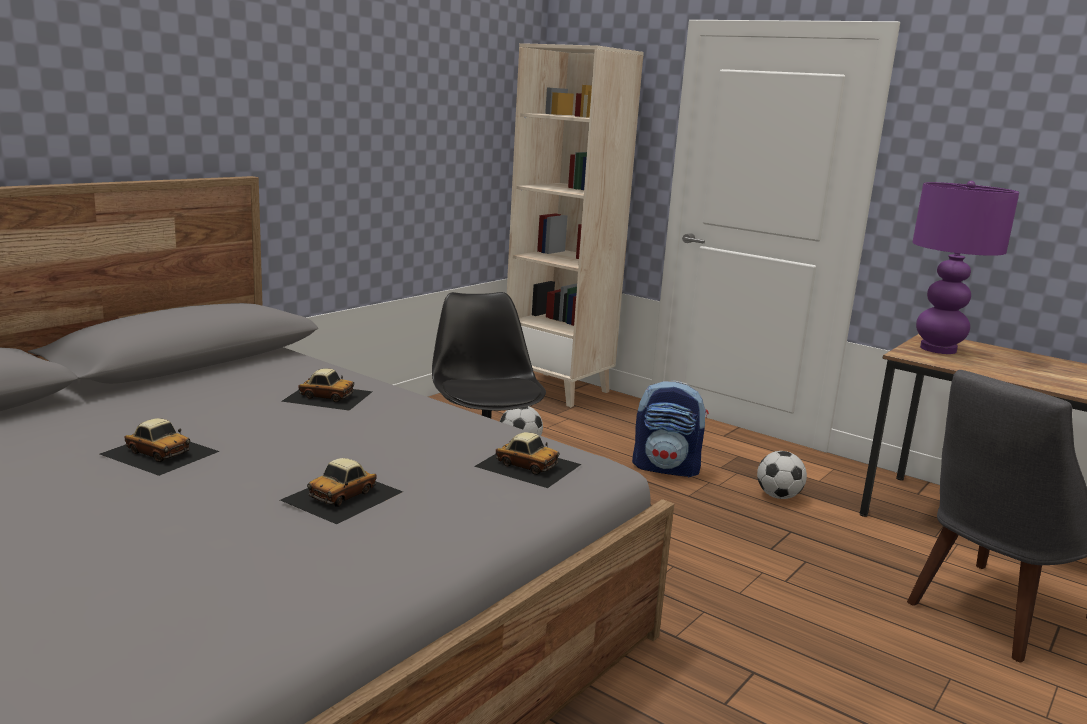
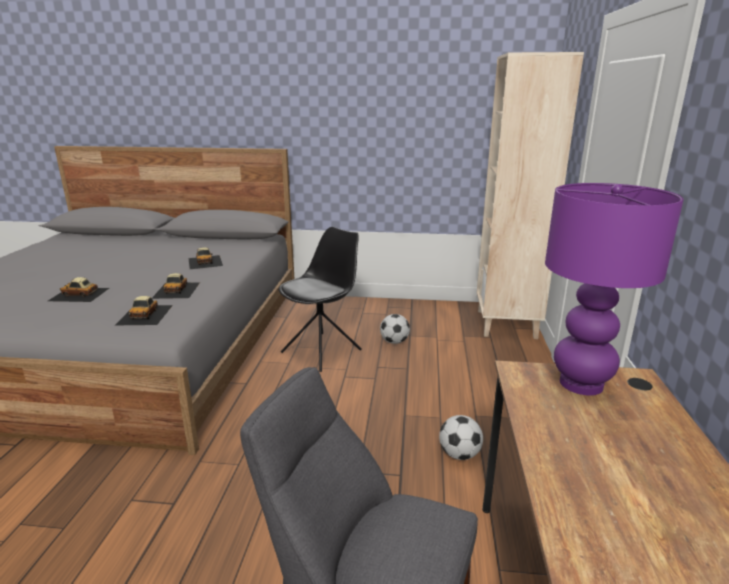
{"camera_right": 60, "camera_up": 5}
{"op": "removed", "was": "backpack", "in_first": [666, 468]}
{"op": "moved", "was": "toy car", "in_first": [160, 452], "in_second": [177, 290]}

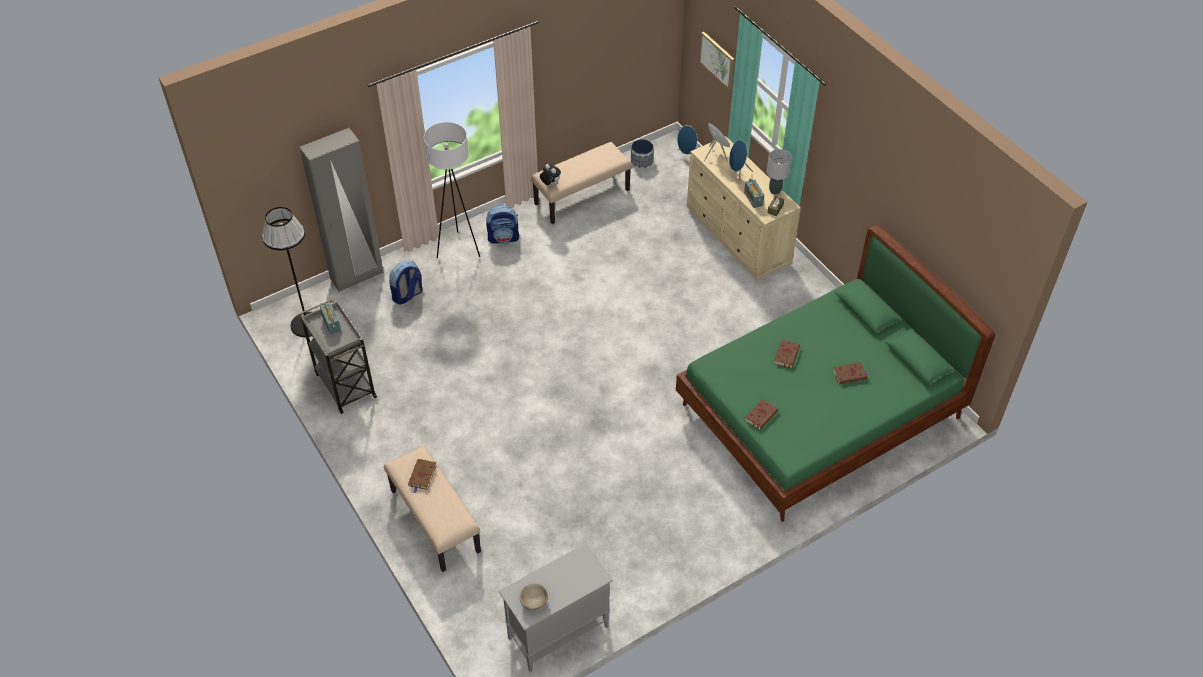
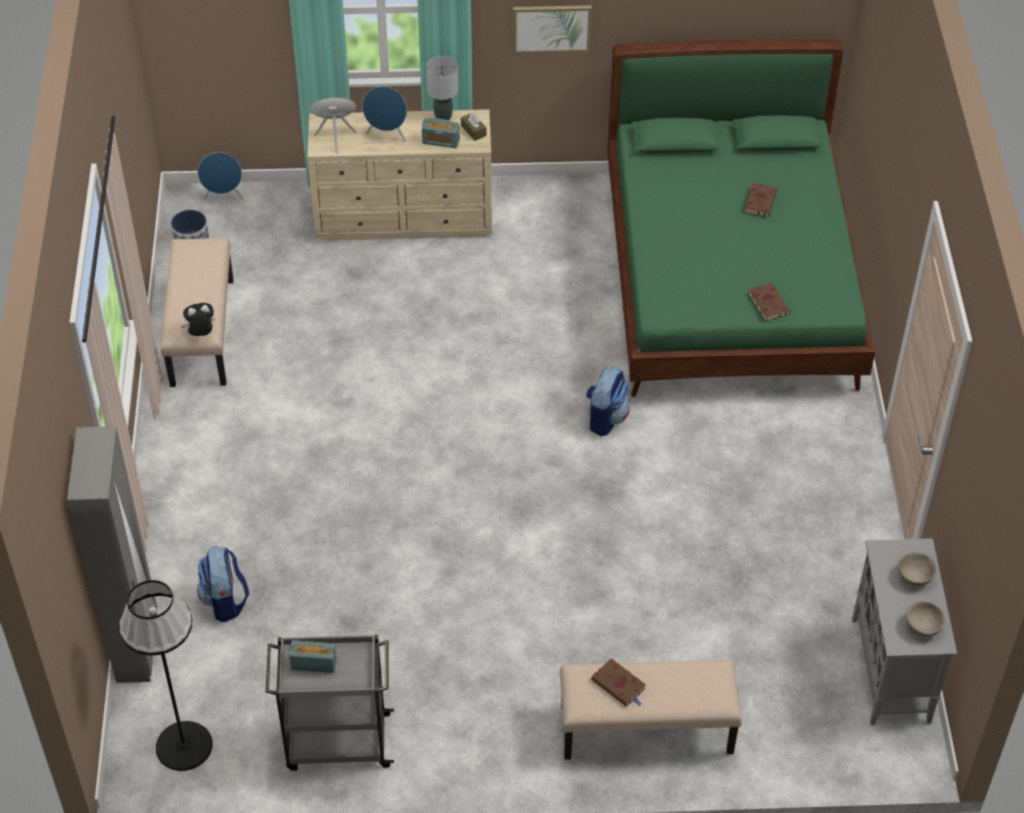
{"camera_right": -60, "camera_up": 0}
{"op": "moved", "was": "picture", "in_first": [717, 60], "in_second": [551, 28]}
{"op": "removed", "was": "white floor lamp", "in_first": [458, 249]}
{"op": "moved", "was": "backpack", "in_first": [503, 238], "in_second": [605, 418]}
{"op": "removed", "was": "brown book", "in_first": [786, 354]}
{"op": "added", "now": "beige bowl", "in_second": [915, 577]}

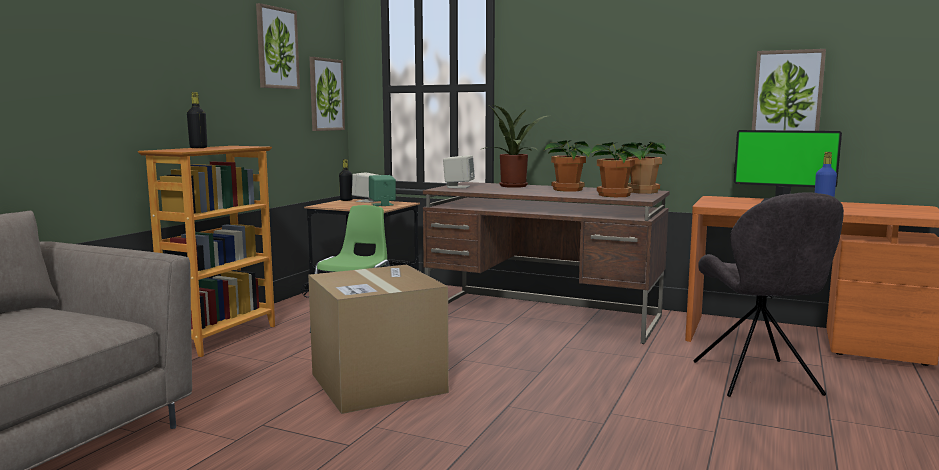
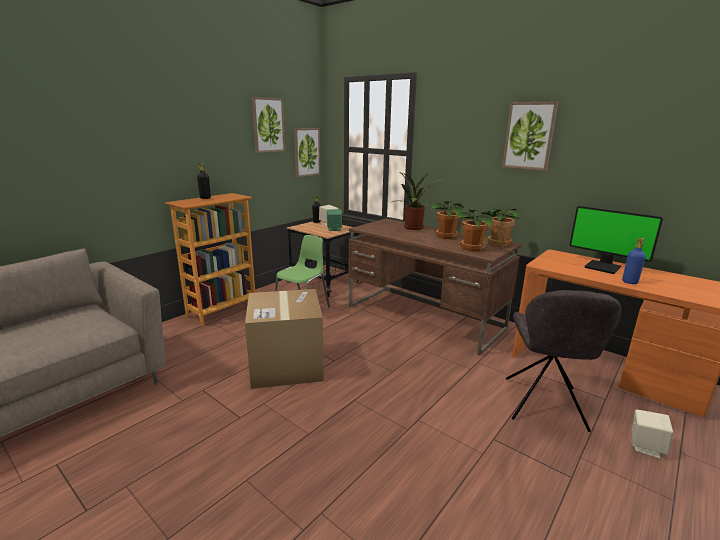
{"camera_right": 15, "camera_up": 10}
{"op": "moved", "was": "picture", "in_first": [787, 95], "in_second": [529, 136]}
{"op": "moved", "was": "beige speaker", "in_first": [458, 187], "in_second": [645, 447]}

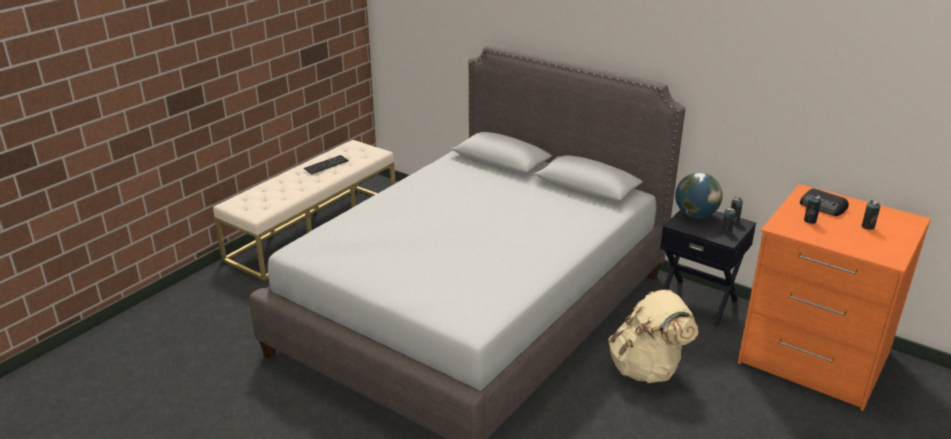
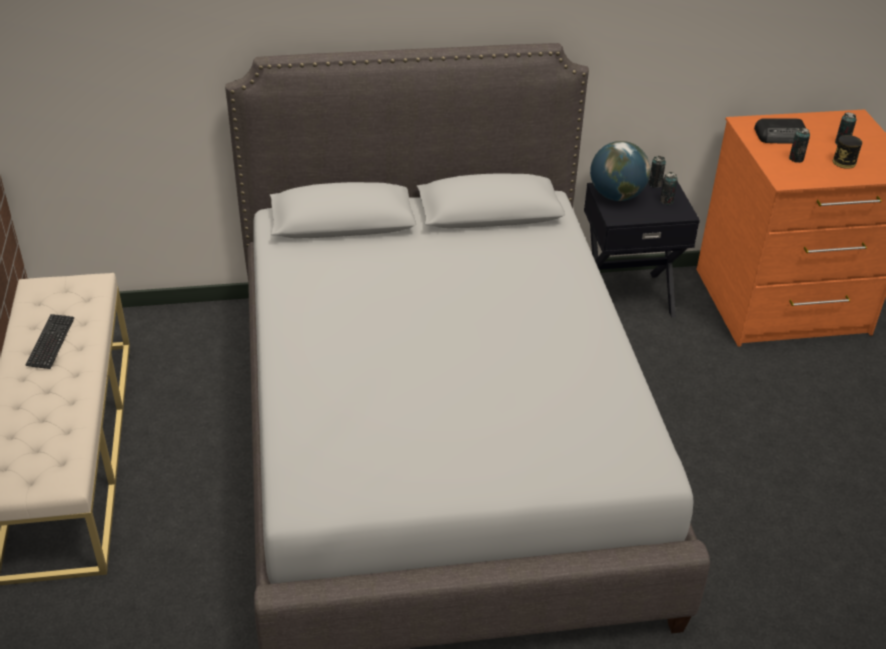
{"camera_right": -45, "camera_up": 10}
{"op": "removed", "was": "beige backpack", "in_first": [647, 368]}
{"op": "added", "now": "can", "in_second": [844, 162]}

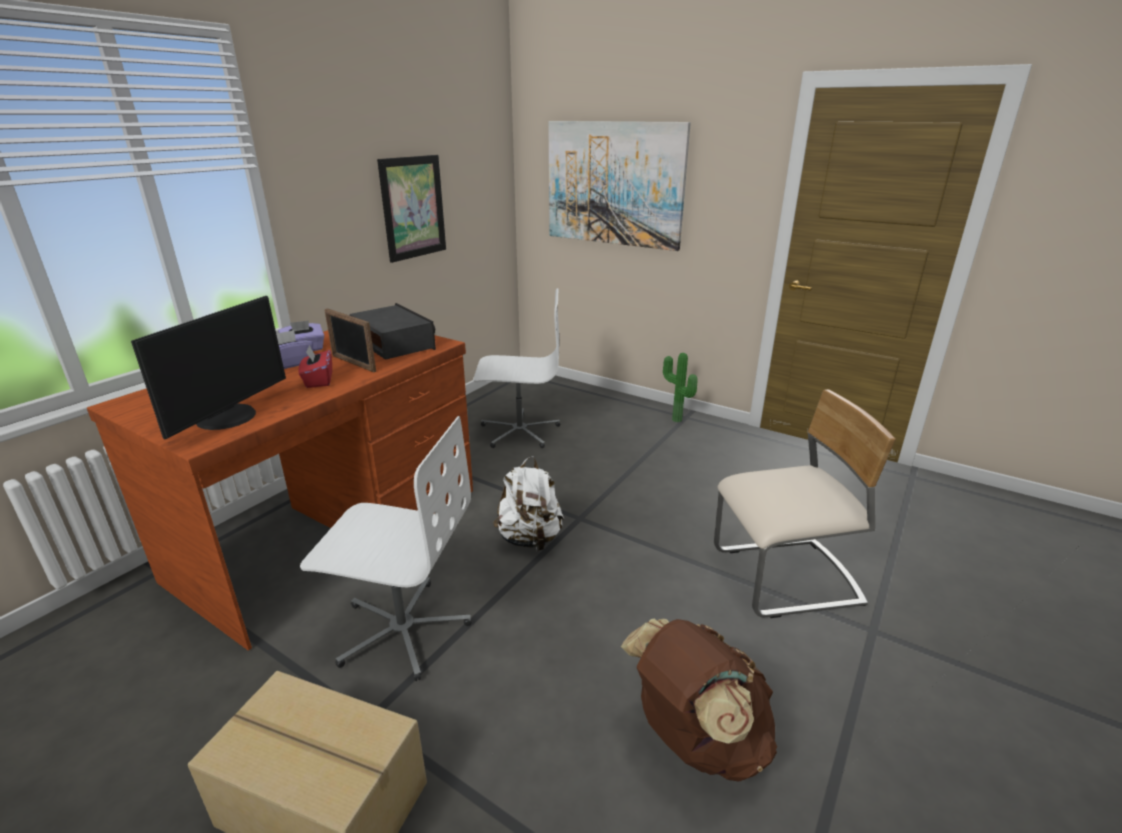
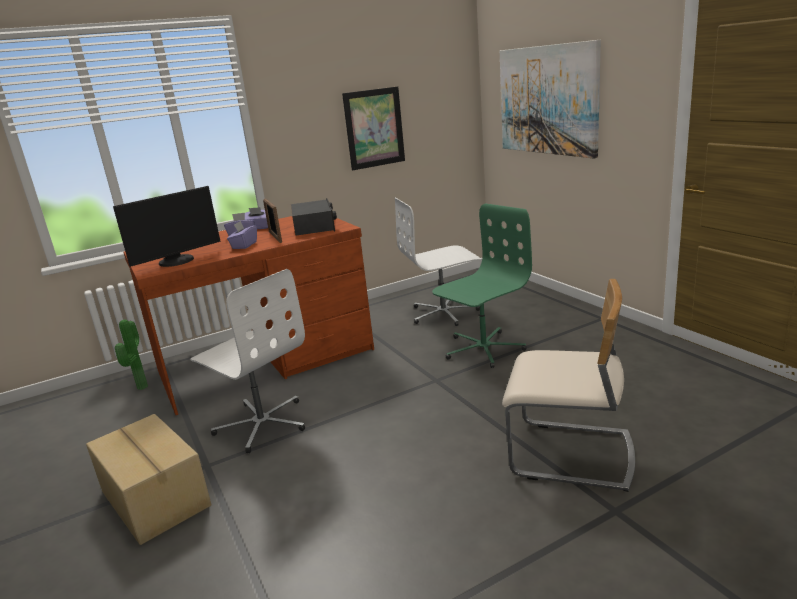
{"camera_right": 30, "camera_up": -5}
{"op": "turned", "was": "white office chair", "in_first": [519, 431], "in_second": [444, 313], "clockwise": 135}
{"op": "recoloured", "was": "red tissue box", "now": "purple tissue box", "in_first": [318, 380], "in_second": [244, 245]}
{"op": "moved", "was": "potted plant", "in_first": [675, 420], "in_second": [140, 387]}
{"op": "removed", "was": "white backpack", "in_first": [530, 539]}
{"op": "removed", "was": "brown backpack", "in_first": [695, 739]}
{"op": "added", "now": "green office chair", "in_second": [483, 349]}

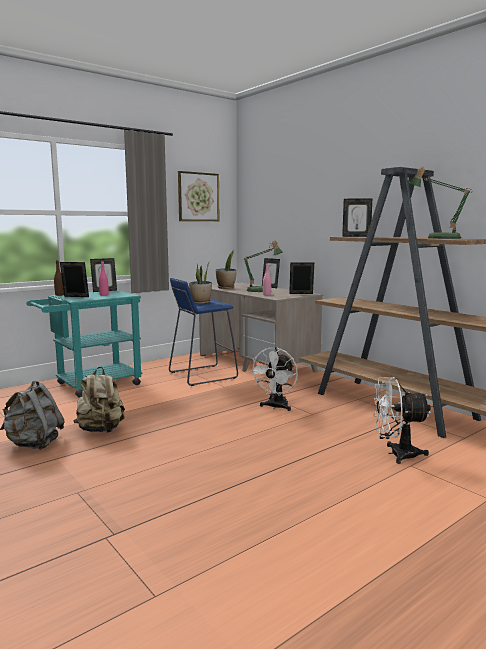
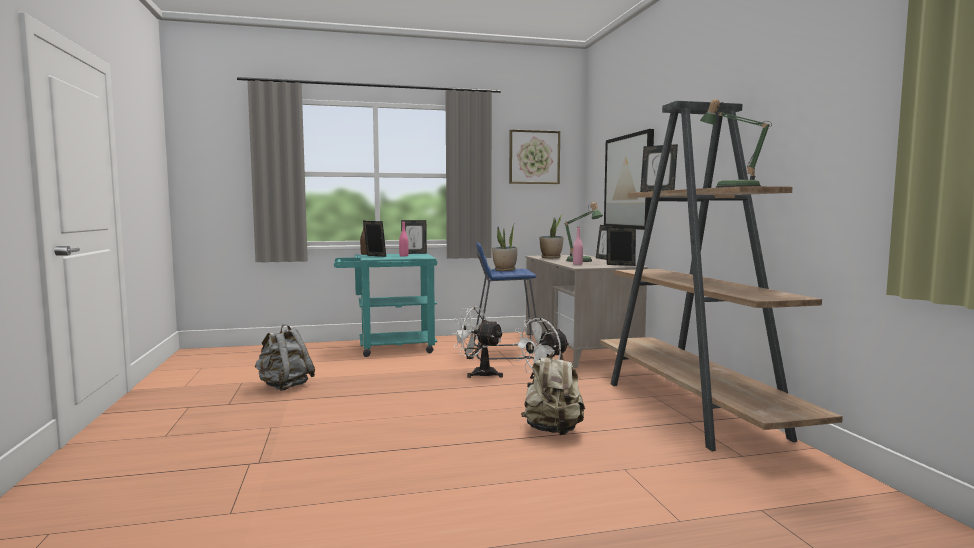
{"camera_right": 25, "camera_up": -5}
{"op": "moved", "was": "beige backpack", "in_first": [101, 430], "in_second": [553, 431]}
{"op": "moved", "was": "white fan", "in_first": [396, 454], "in_second": [479, 373]}
{"op": "added", "now": "picture", "in_second": [629, 182]}

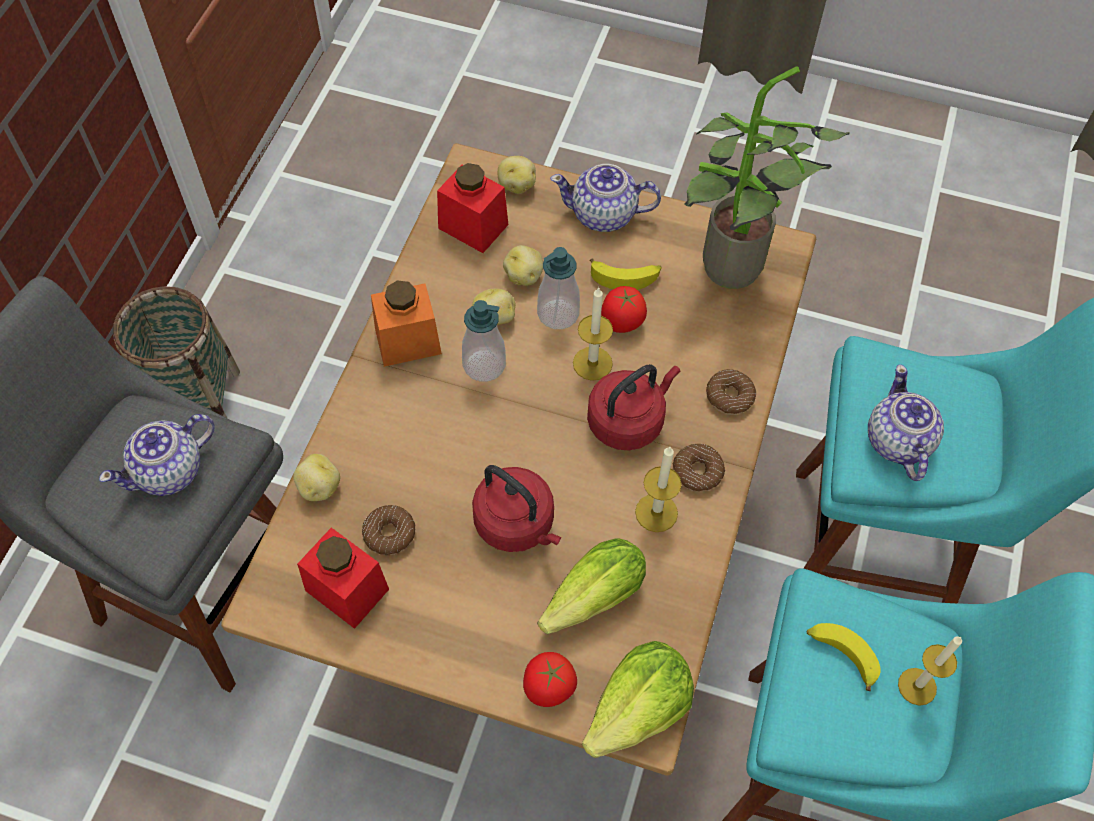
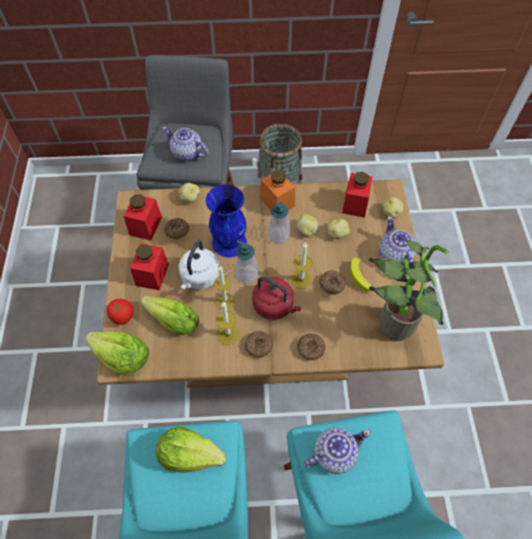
{"camera_right": 70, "camera_up": 0}
{"op": "moved", "was": "soap dispenser", "in_first": [558, 313], "in_second": [246, 274]}
{"op": "replaced", "was": "tomato", "now": "donut", "in_first": [622, 322], "in_second": [331, 284]}
{"op": "recoloured", "was": "red kettle", "now": "white kettle", "in_first": [517, 524], "in_second": [199, 277]}
{"op": "replaced", "was": "banana", "now": "lettuce", "in_first": [841, 656], "in_second": [190, 454]}
{"op": "moved", "was": "candle", "in_first": [917, 686], "in_second": [225, 301]}
{"op": "added", "now": "blue vase", "in_second": [230, 242]}
{"op": "added", "now": "red jar", "in_second": [152, 274]}

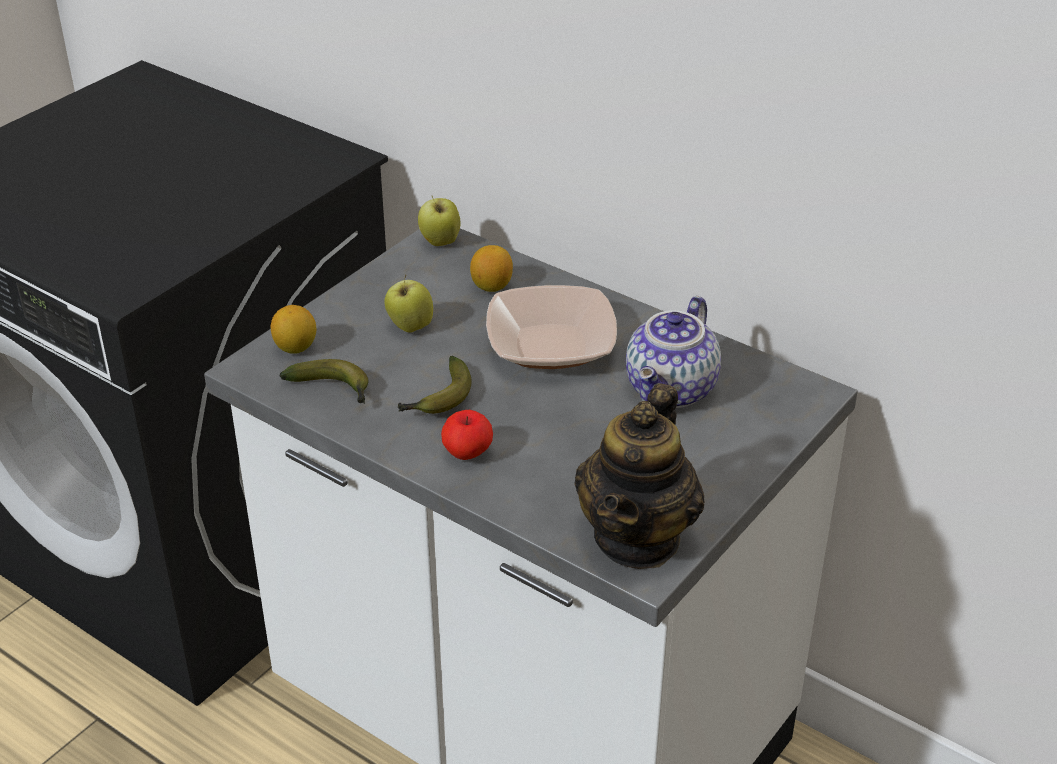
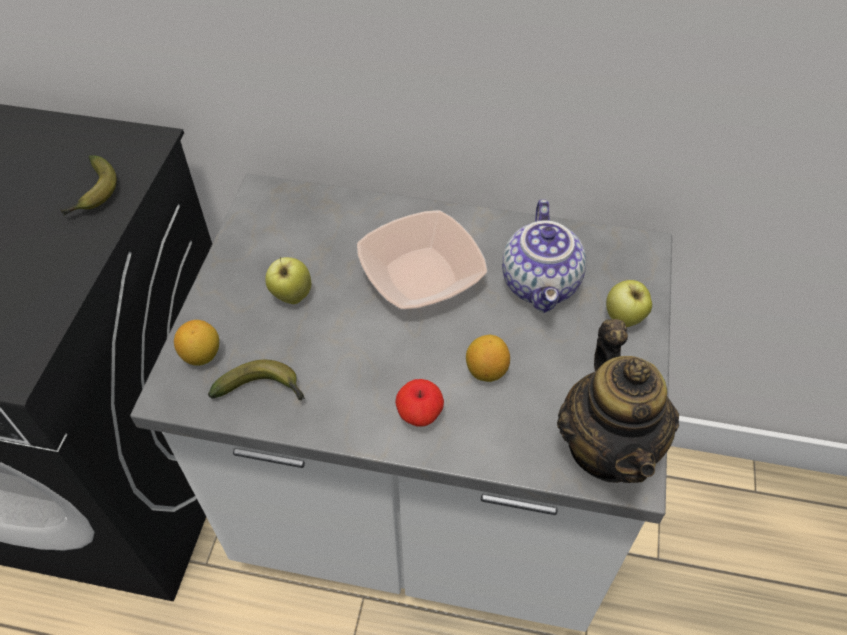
{"camera_right": -25, "camera_up": 15}
{"op": "moved", "was": "apple", "in_first": [440, 242], "in_second": [623, 319]}
{"op": "moved", "was": "lemon", "in_first": [491, 286], "in_second": [486, 370]}
{"op": "moved", "was": "banana", "in_first": [438, 399], "in_second": [93, 194]}

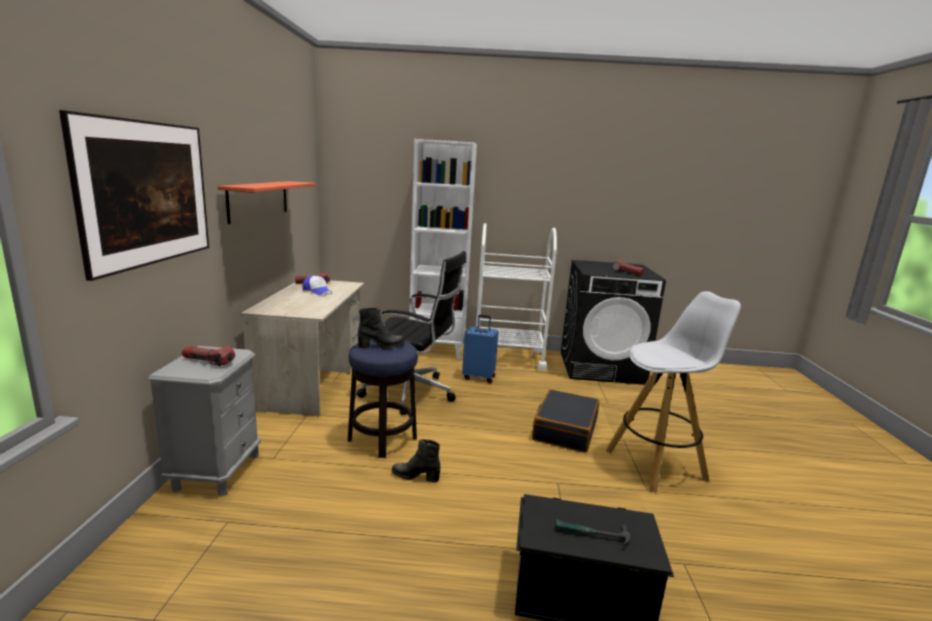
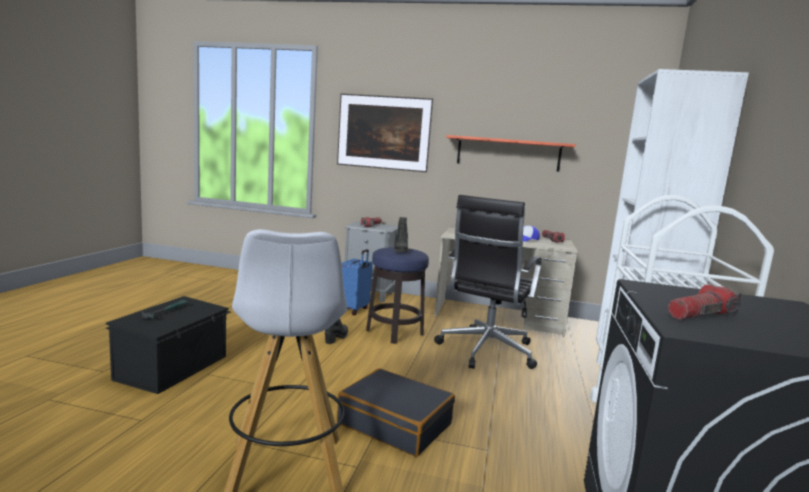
{"camera_right": 100, "camera_up": -5}
{"op": "moved", "was": "blue suitcase", "in_first": [479, 377], "in_second": [354, 310]}

